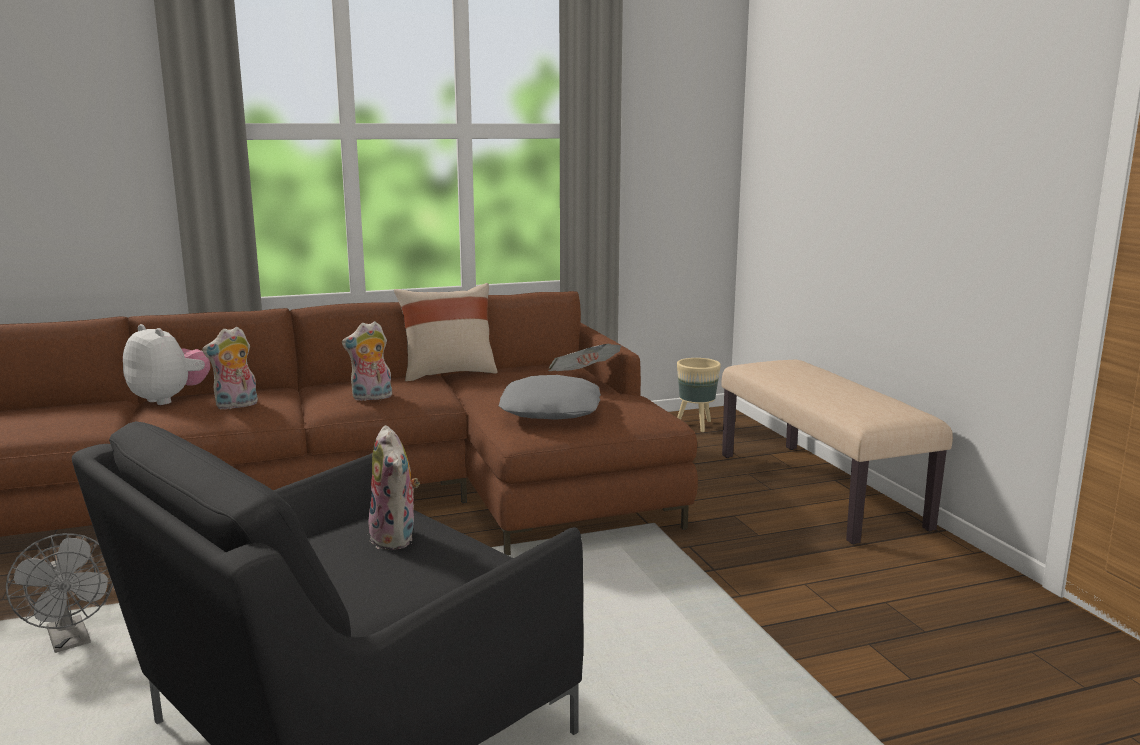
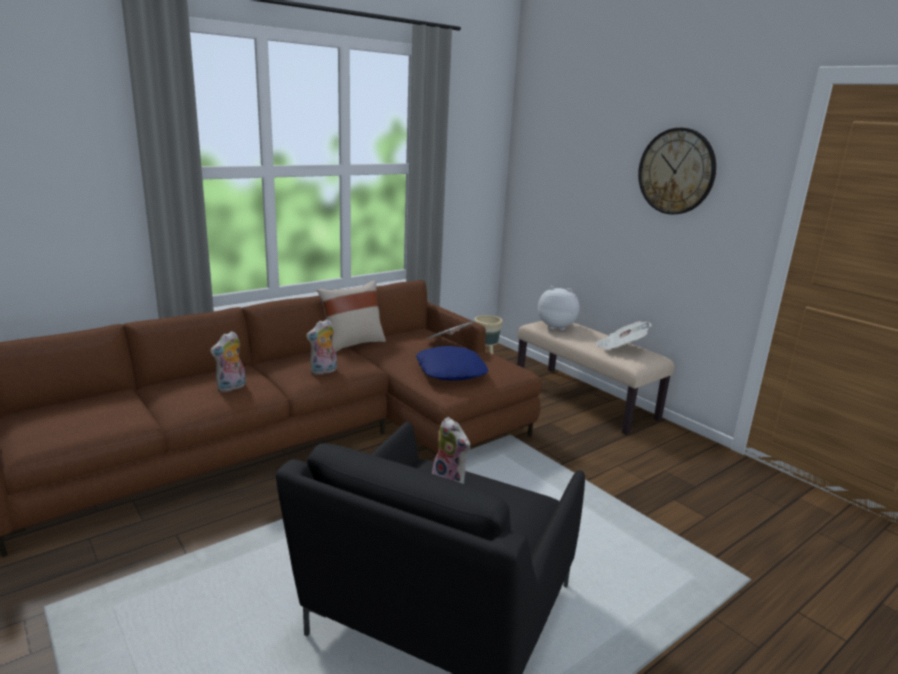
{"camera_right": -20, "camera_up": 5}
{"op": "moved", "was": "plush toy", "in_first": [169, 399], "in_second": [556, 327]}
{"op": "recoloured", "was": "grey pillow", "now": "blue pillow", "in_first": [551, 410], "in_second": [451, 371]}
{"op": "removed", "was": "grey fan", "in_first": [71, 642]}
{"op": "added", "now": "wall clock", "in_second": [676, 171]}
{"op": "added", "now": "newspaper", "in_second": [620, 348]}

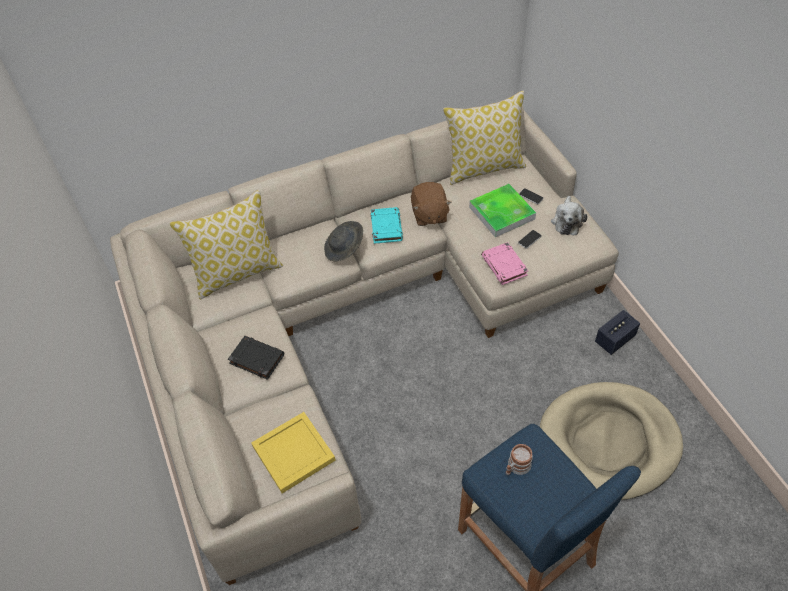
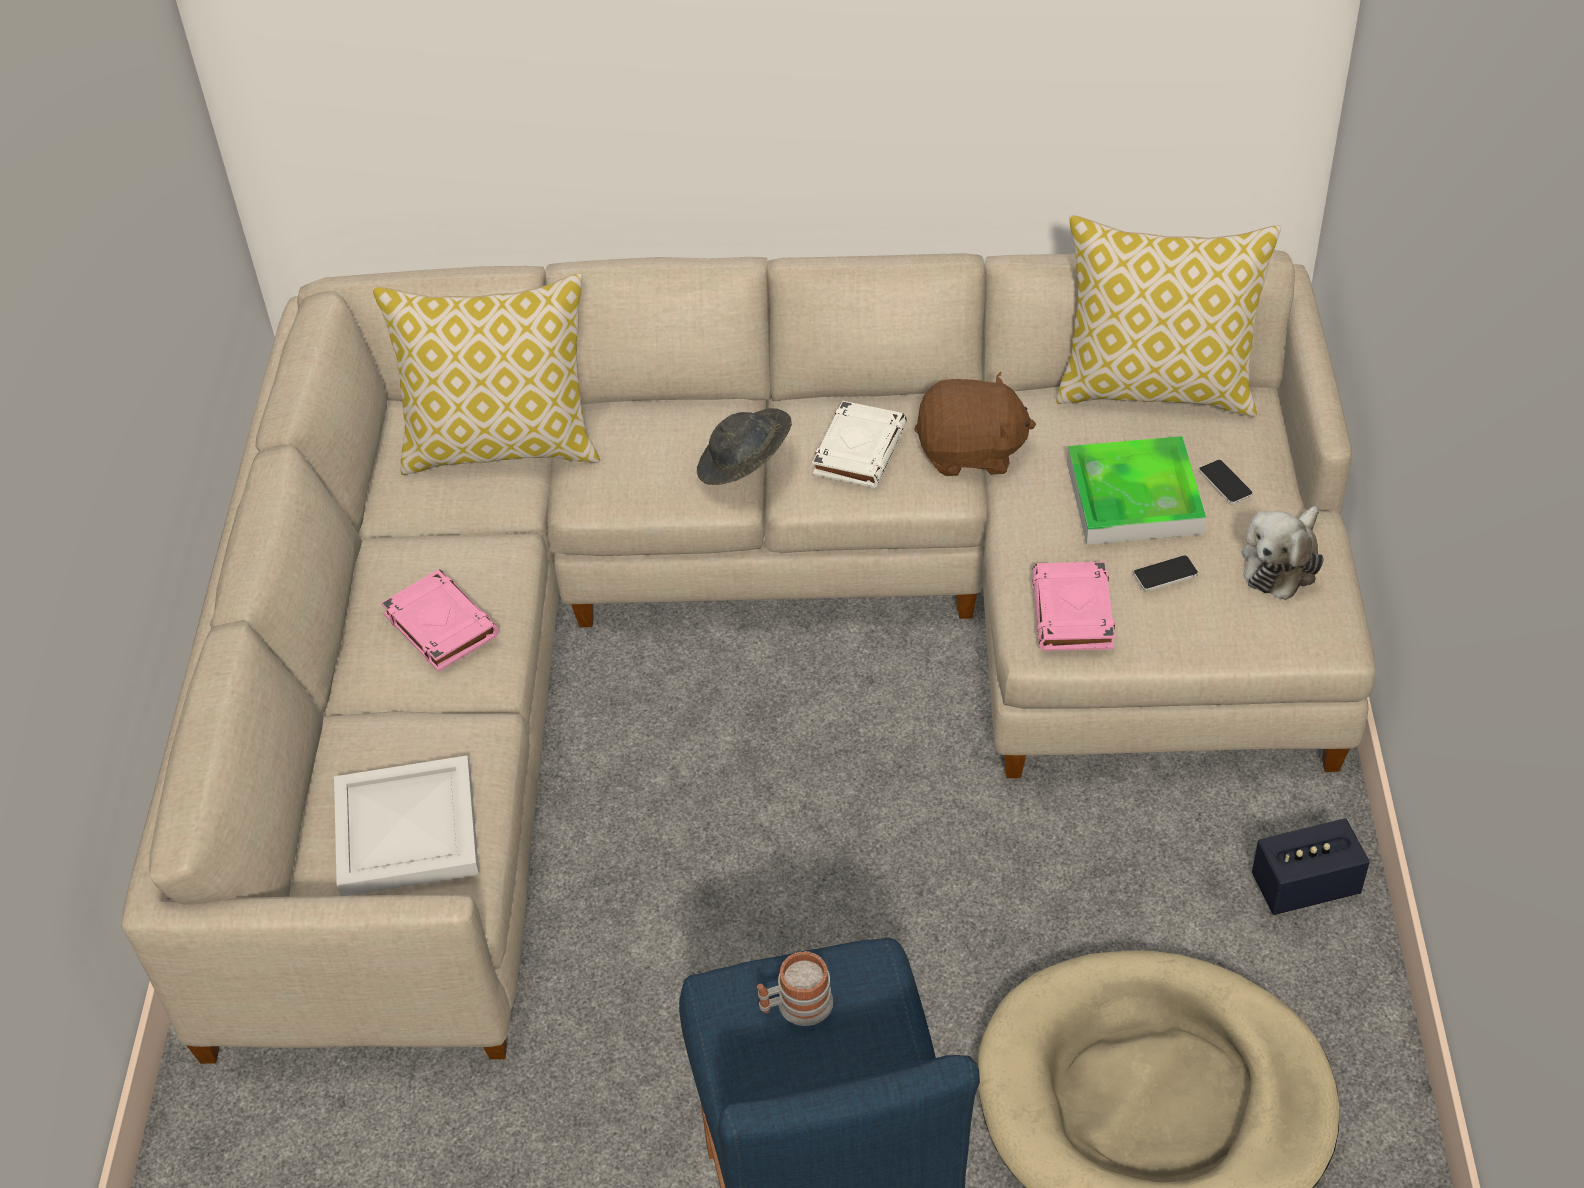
{"camera_right": 25, "camera_up": -5}
{"op": "turned", "was": "brown plush toy", "in_first": [429, 215], "in_second": [971, 453], "clockwise": -105}
{"op": "recoloured", "was": "turquoise book", "now": "white book", "in_first": [386, 227], "in_second": [859, 449]}
{"op": "recoloured", "was": "black book", "now": "pink book", "in_first": [256, 359], "in_second": [440, 625]}
{"op": "recoloured", "was": "yellow tray", "now": "white tray", "in_first": [295, 453], "in_second": [409, 832]}

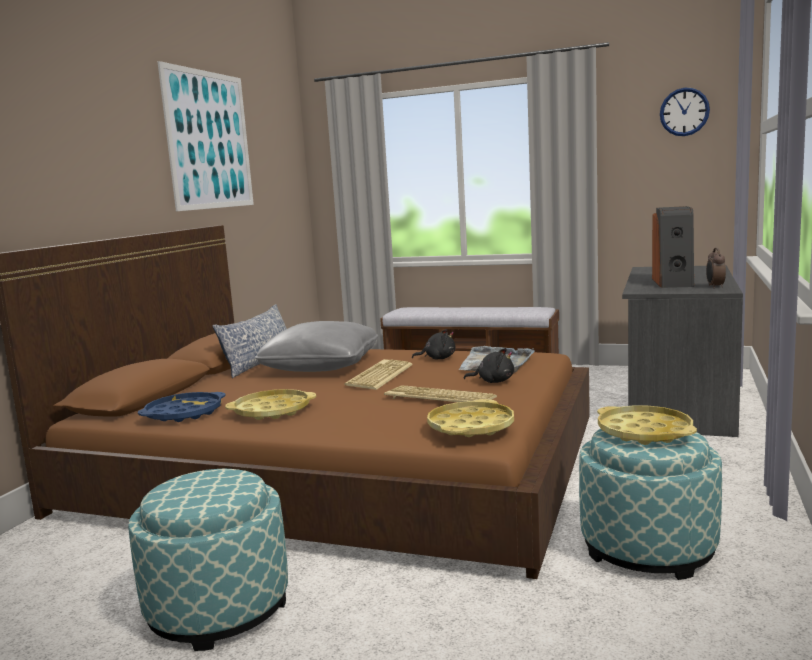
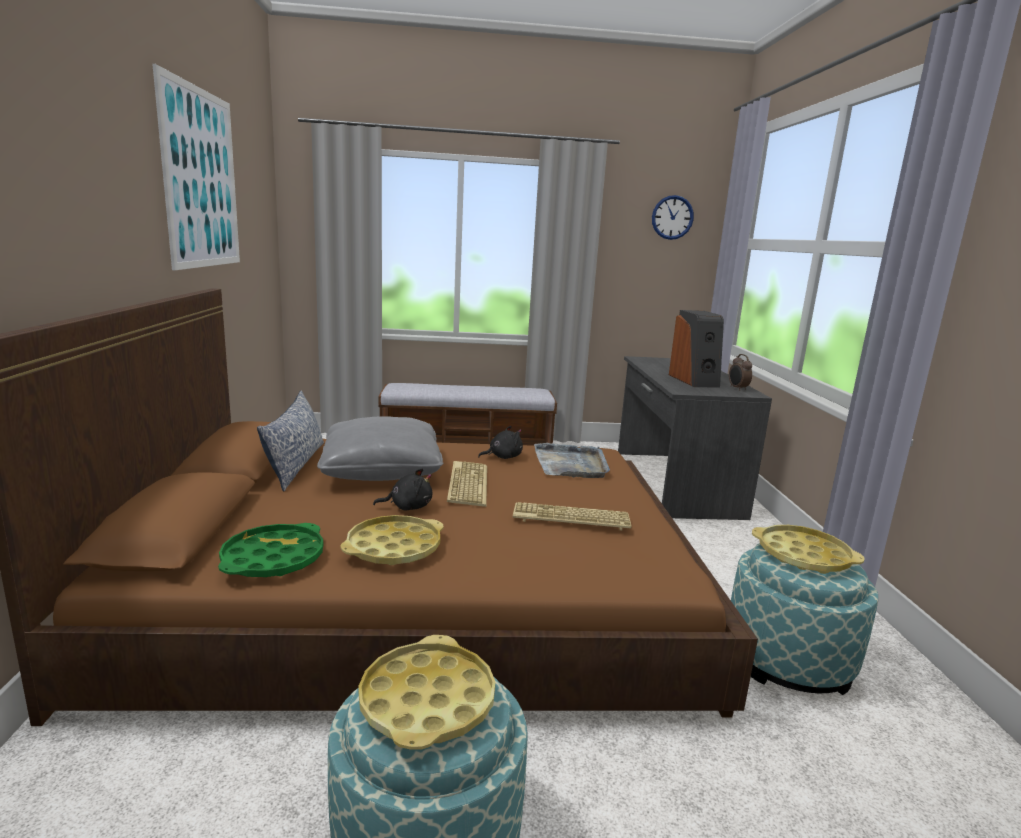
{"camera_right": -25, "camera_up": 5}
{"op": "moved", "was": "black plush toy", "in_first": [493, 381], "in_second": [408, 507]}
{"op": "recoloured", "was": "blue tray", "now": "green tray", "in_first": [184, 413], "in_second": [273, 559]}
{"op": "moved", "was": "yellow tray", "in_first": [470, 427], "in_second": [427, 701]}

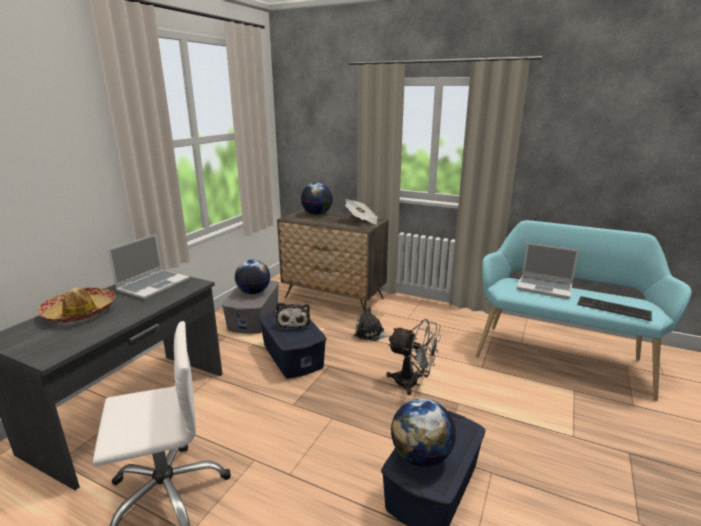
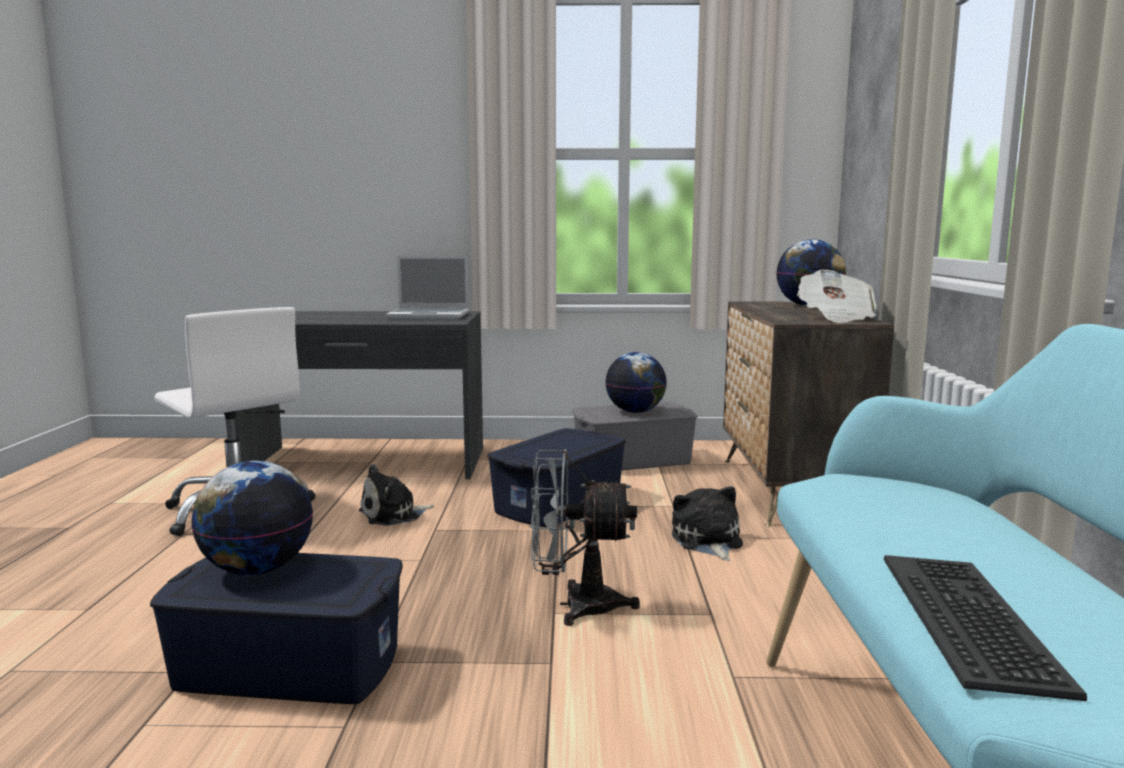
{"camera_right": 65, "camera_up": -10}
{"op": "removed", "was": "laptop", "in_first": [545, 287]}
{"op": "removed", "was": "hat", "in_first": [80, 312]}
{"op": "moved", "was": "plush toy", "in_first": [293, 323], "in_second": [393, 515]}
{"op": "turned", "was": "grey fan", "in_first": [412, 383], "in_second": [576, 605], "clockwise": 90}

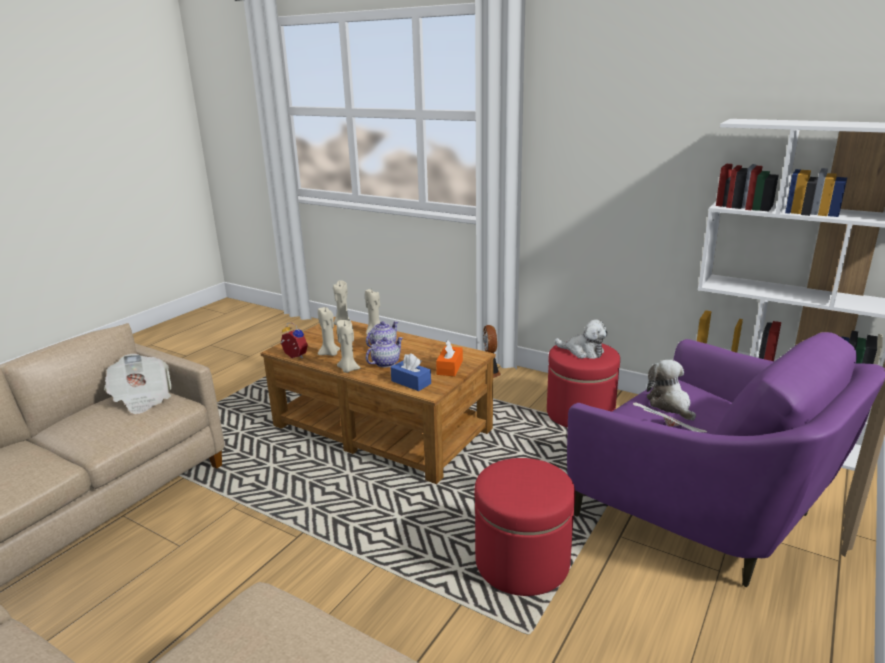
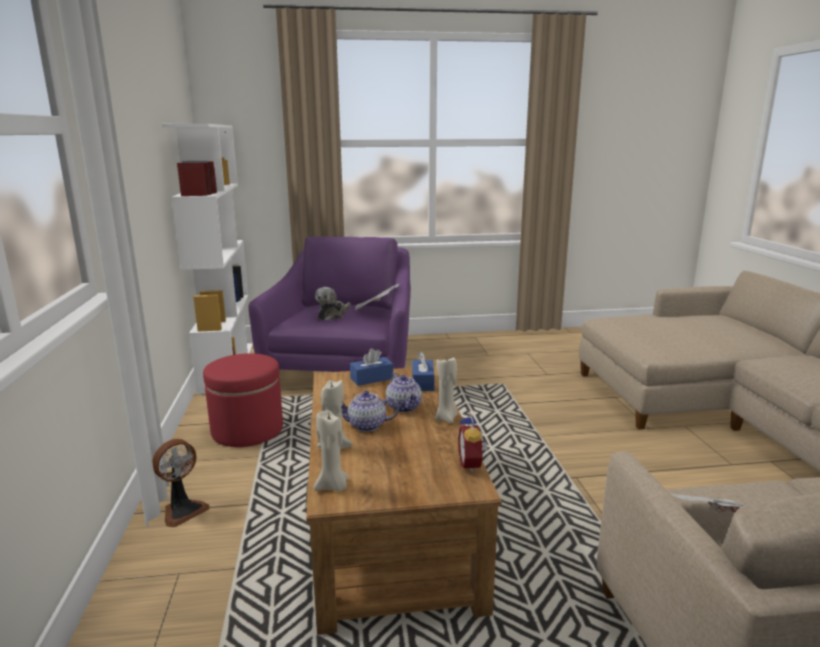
{"camera_right": -130, "camera_up": -5}
{"op": "removed", "was": "beige candle", "in_first": [330, 354]}
{"op": "removed", "was": "plush toy", "in_first": [583, 351]}
{"op": "turned", "was": "teapot", "in_first": [385, 363], "in_second": [404, 407], "clockwise": -120}
{"op": "recoloured", "was": "orange tissue box", "now": "blue tissue box", "in_first": [449, 367], "in_second": [371, 378]}
{"op": "removed", "was": "red ottoman", "in_first": [522, 562]}

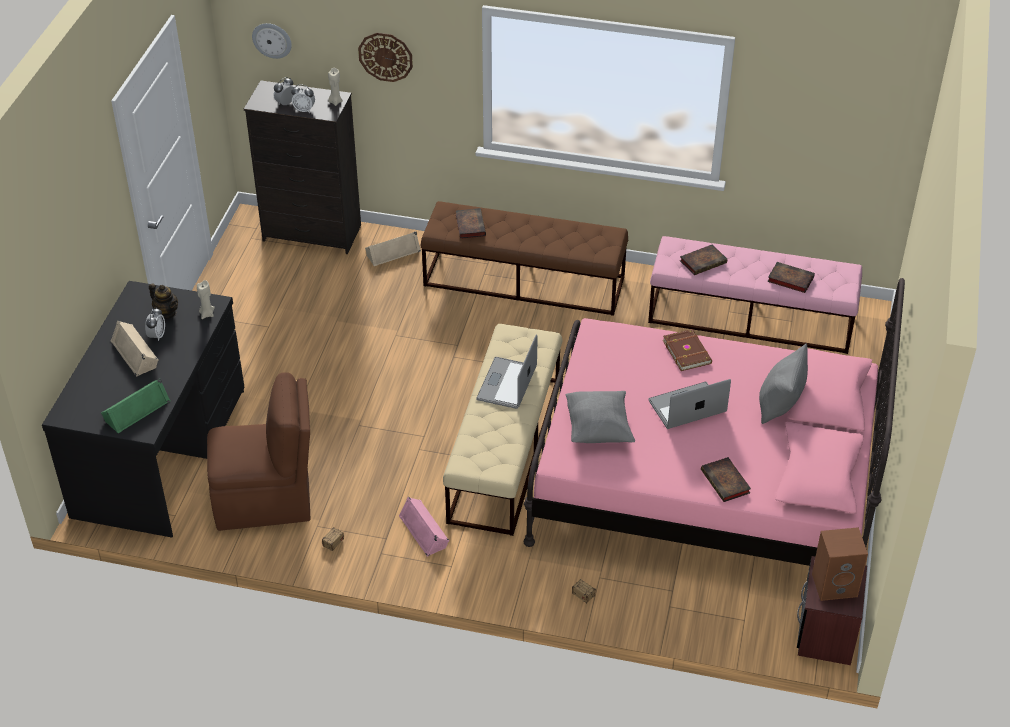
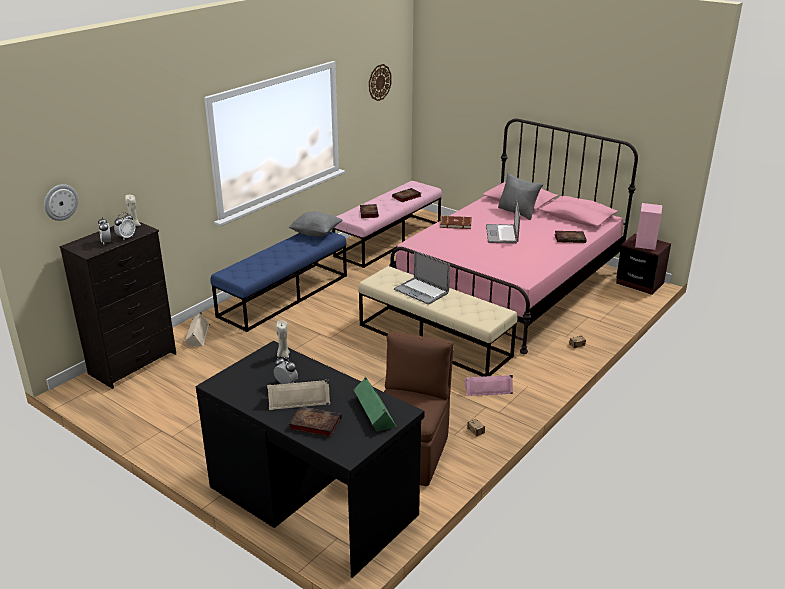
{"camera_right": -65, "camera_up": -15}
{"op": "moved", "was": "wall clock", "in_first": [385, 56], "in_second": [379, 82]}
{"op": "recoloured", "was": "brown bench", "now": "blue bench", "in_first": [525, 281], "in_second": [284, 295]}
{"op": "moved", "was": "book", "in_first": [470, 225], "in_second": [313, 424]}
{"op": "removed", "was": "teapot", "in_first": [167, 313]}
{"op": "moved", "was": "grey pillow", "in_first": [598, 430], "in_second": [316, 233]}
{"op": "recoloured", "was": "brown speaker", "now": "pink speaker", "in_first": [835, 584], "in_second": [645, 243]}

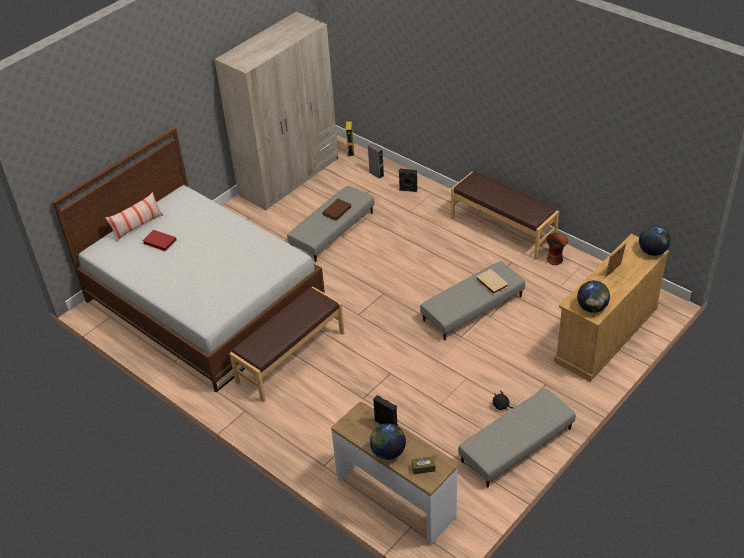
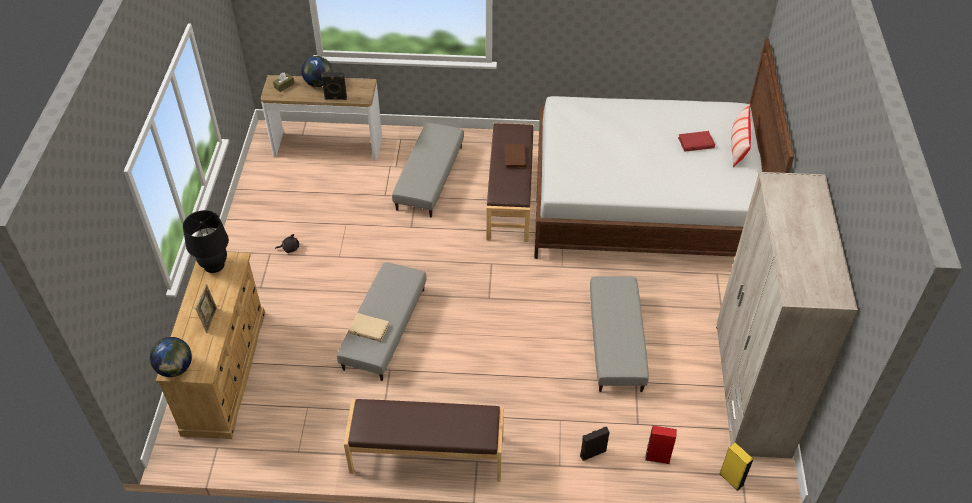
{"camera_right": 140, "camera_up": 5}
{"op": "recoloured", "was": "grey speaker", "now": "red speaker", "in_first": [376, 174], "in_second": [657, 458]}
{"op": "moved", "was": "brown book", "in_first": [337, 211], "in_second": [514, 157]}
{"op": "removed", "was": "vase", "in_first": [555, 259]}
{"op": "replaced", "was": "globe", "now": "black table lamp", "in_first": [592, 308], "in_second": [214, 265]}
{"op": "moved", "was": "grey ottoman", "in_first": [516, 445], "in_second": [429, 178]}

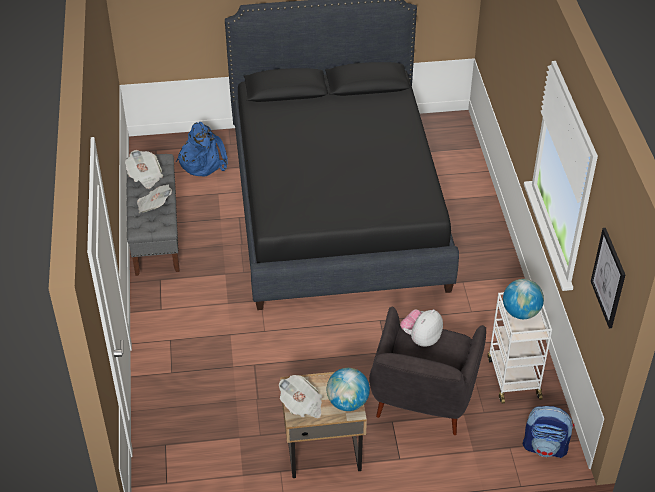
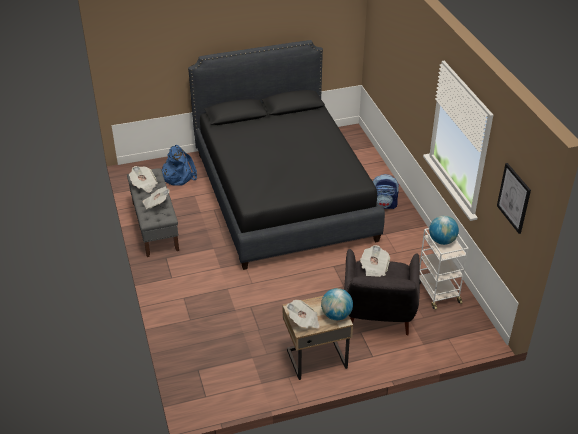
{"camera_right": -10, "camera_up": -5}
{"op": "replaced", "was": "plush toy", "now": "newspaper", "in_first": [421, 338], "in_second": [374, 268]}
{"op": "moved", "was": "backpack", "in_first": [545, 447], "in_second": [383, 205]}

